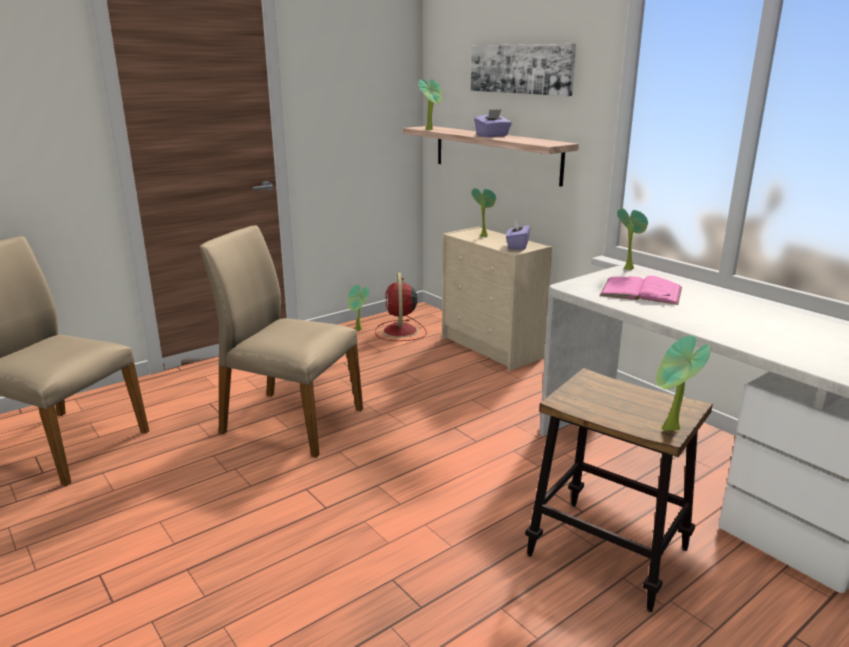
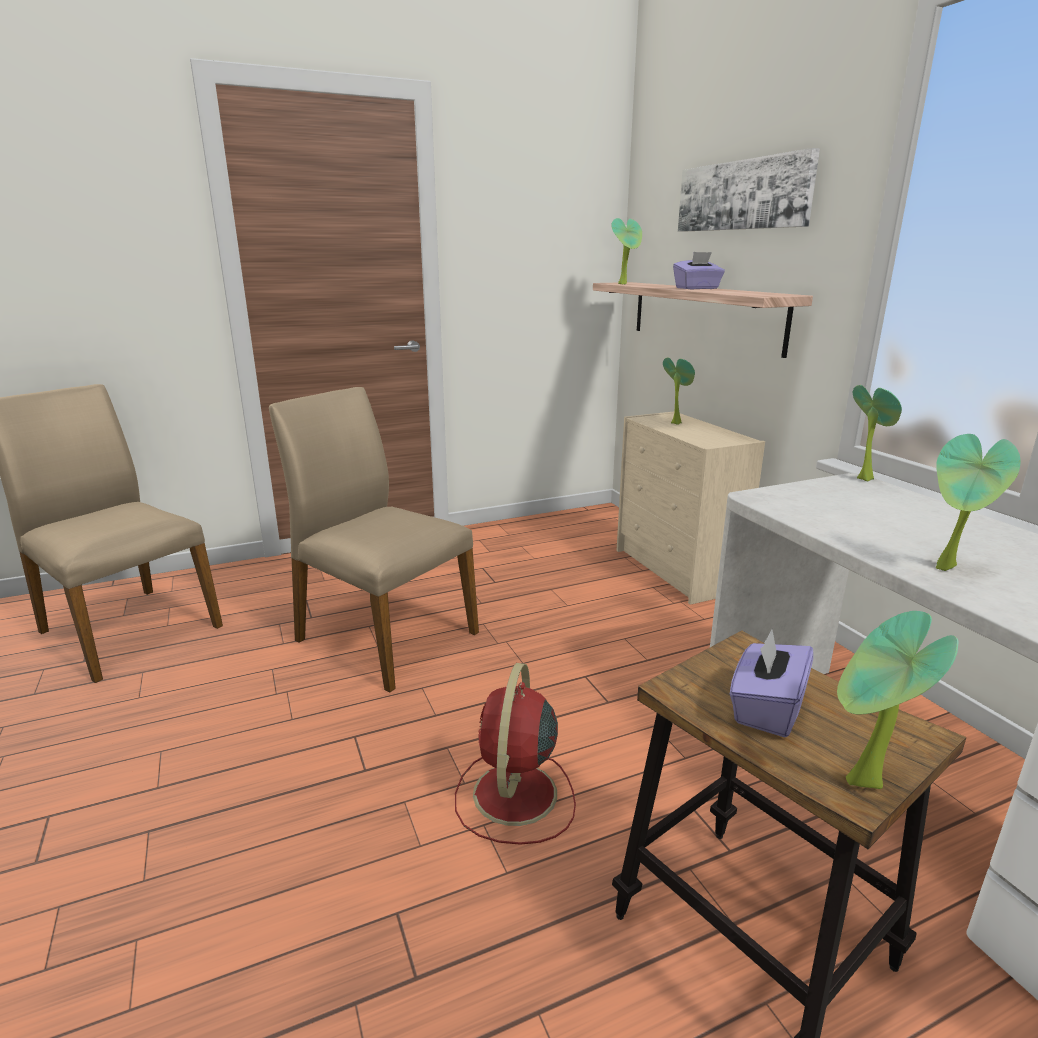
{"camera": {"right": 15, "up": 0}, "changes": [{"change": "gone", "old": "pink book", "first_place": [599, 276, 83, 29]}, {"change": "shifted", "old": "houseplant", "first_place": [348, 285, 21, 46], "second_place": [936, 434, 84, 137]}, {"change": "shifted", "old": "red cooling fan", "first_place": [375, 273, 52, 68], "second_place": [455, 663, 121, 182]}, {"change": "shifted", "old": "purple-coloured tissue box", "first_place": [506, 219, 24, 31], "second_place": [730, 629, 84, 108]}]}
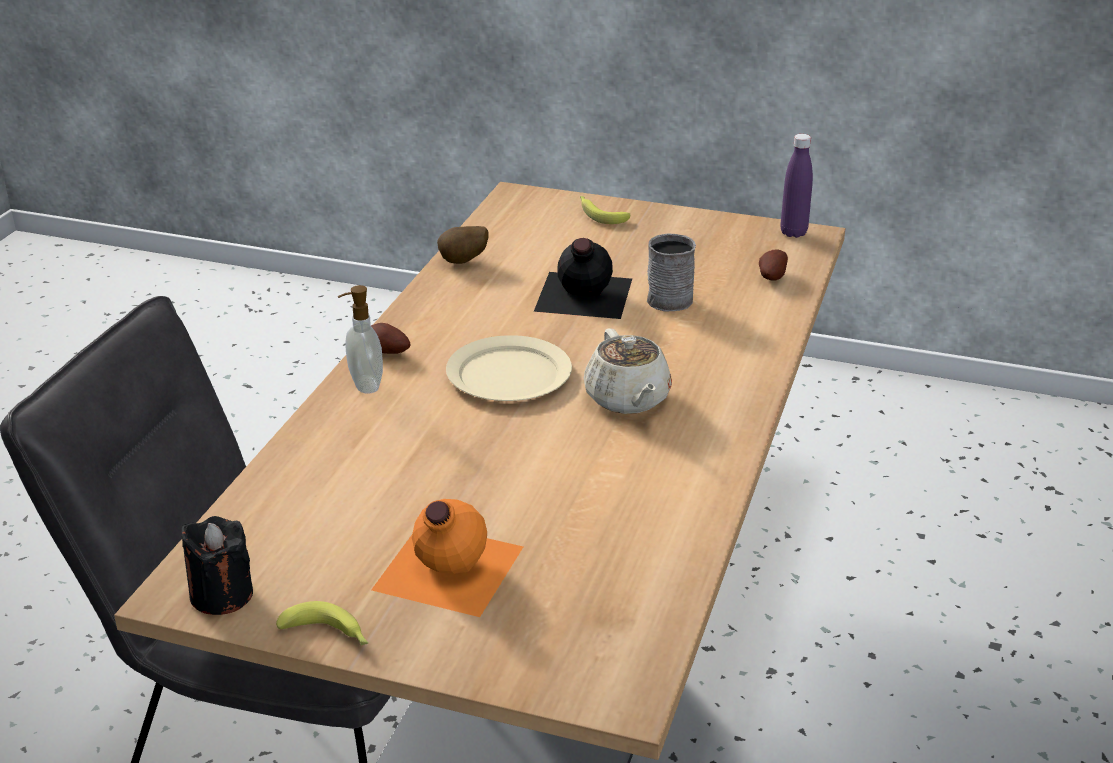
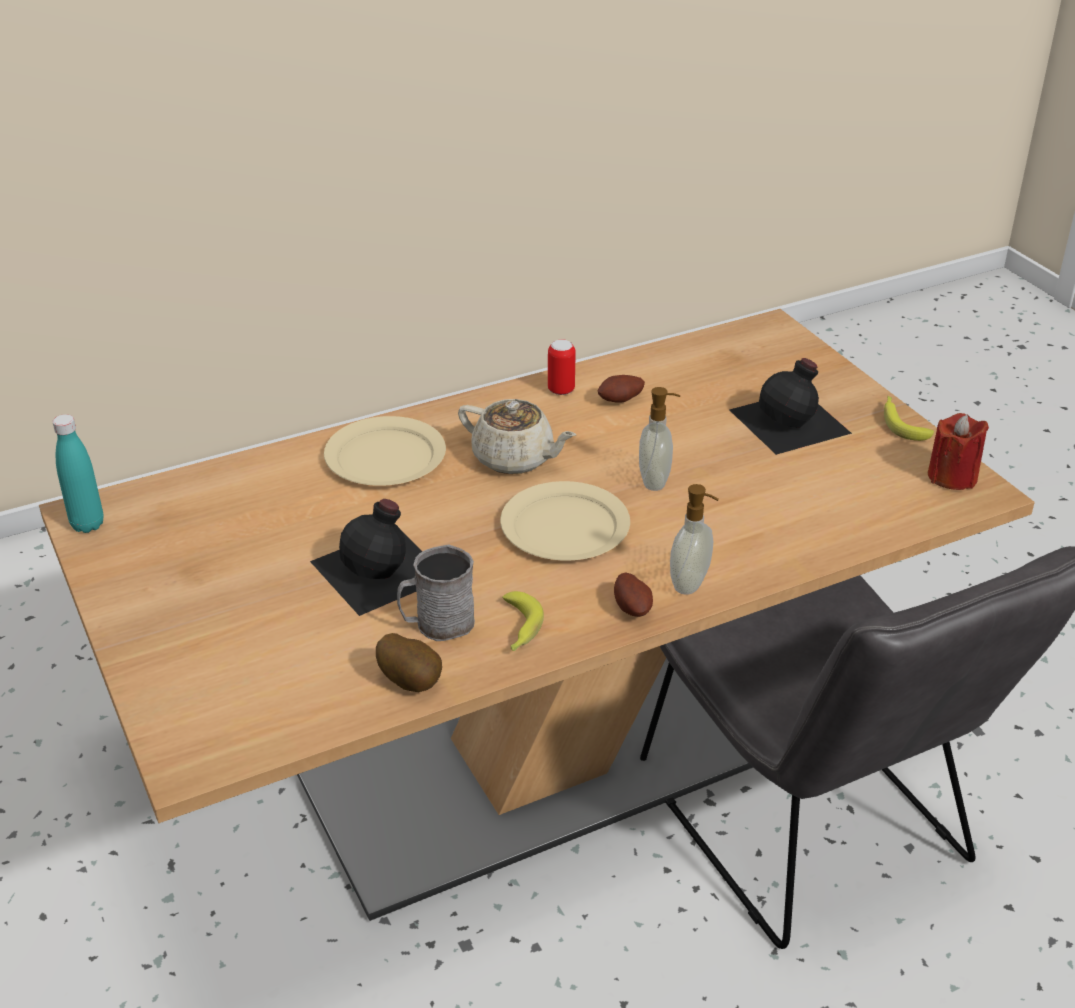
{"camera": {"right": -135, "up": 5}, "changes": [{"change": "new", "new": "sand-coloured plate", "second_place": [324, 416, 122, 70]}, {"change": "new", "new": "sealed can", "second_place": [548, 339, 28, 56]}, {"change": "new", "new": "soap bottle", "second_place": [639, 387, 41, 104]}, {"change": "shifted", "old": "whole banana", "first_place": [580, 196, 50, 28], "second_place": [502, 591, 42, 60]}, {"change": "shifted", "old": "gray mug", "first_place": [647, 234, 49, 78], "second_place": [397, 544, 78, 97]}, {"change": "shifted", "old": "spud", "first_place": [759, 250, 29, 31], "second_place": [598, 375, 47, 28]}, {"change": "repainted", "old": "blackish wax light", "new": "red wax light", "first_place": [181, 516, 72, 99], "second_place": [928, 413, 61, 77]}, {"change": "repainted", "old": "orange bottle", "new": "blackish bottle", "first_place": [371, 499, 152, 118], "second_place": [730, 358, 122, 97]}, {"change": "repainted", "old": "purple-coloured bottle", "new": "blue-green bottle", "first_place": [780, 134, 33, 104], "second_place": [52, 414, 51, 119]}, {"change": "rotated", "old": "sand-coloured teapot", "first_place": [584, 328, 88, 86], "second_place": [458, 399, 118, 75], "degrees": 90}]}
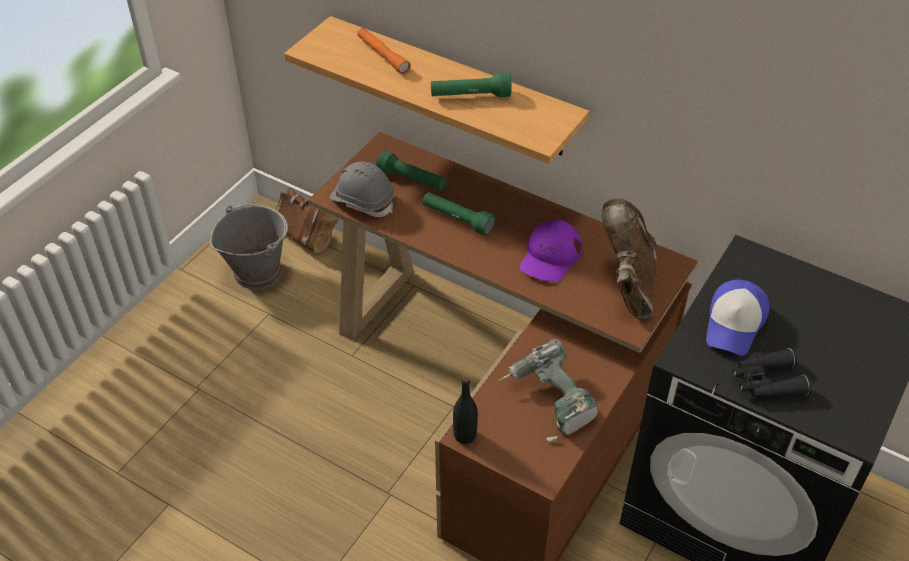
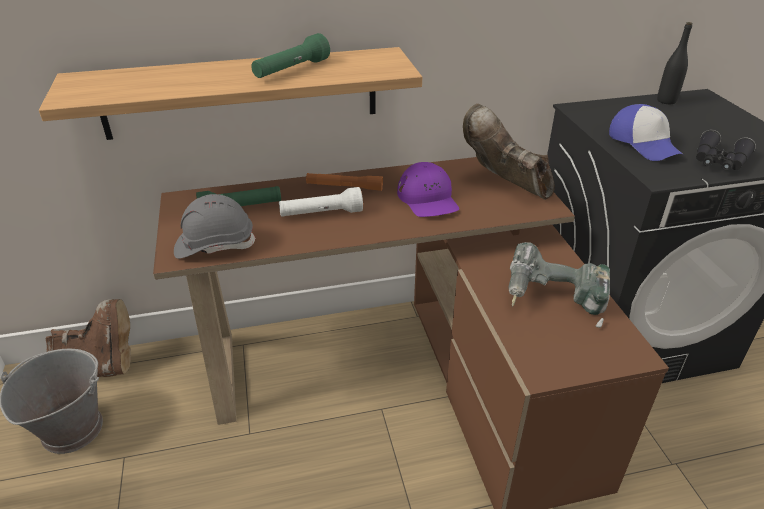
{"camera": {"right": -45, "up": -10}, "changes": [{"change": "shifted", "old": "orange flashlight", "first_place": [357, 28, 54, 46], "second_place": [306, 173, 77, 18]}, {"change": "shifted", "old": "blackish bottle", "first_place": [453, 377, 25, 67], "second_place": [657, 22, 35, 82]}, {"change": "repainted", "old": "greenish flashlight", "new": "white-coloured flashlight", "first_place": [423, 192, 72, 44], "second_place": [279, 187, 84, 30]}]}
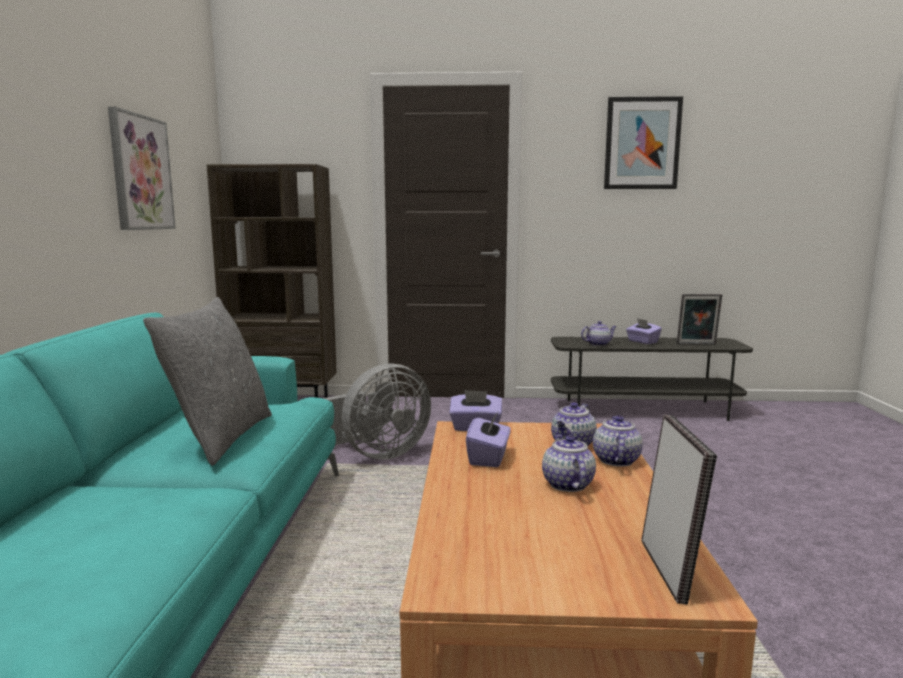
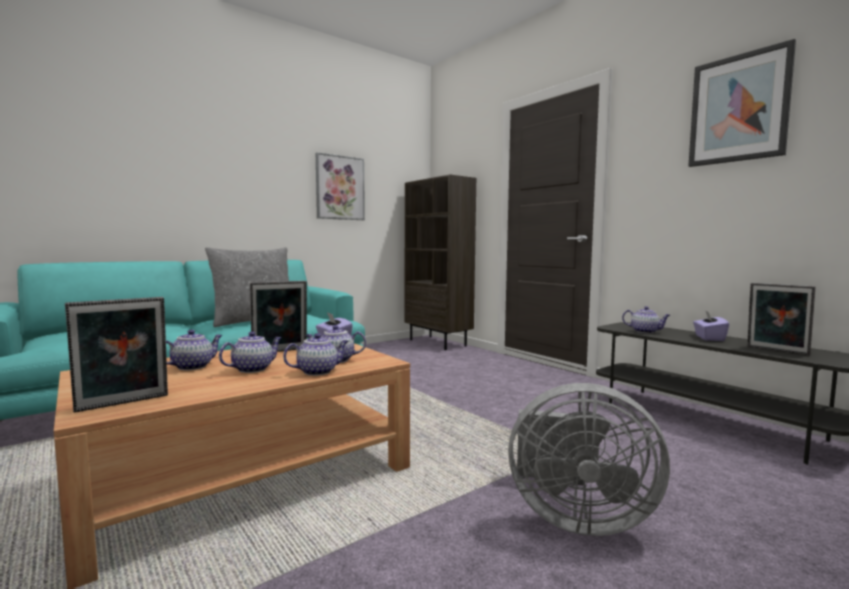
{"camera": {"right": 50, "up": -5}, "changes": [{"change": "new", "new": "teapot", "second_place": [166, 330, 57, 40]}, {"change": "shifted", "old": "gray cooling fan", "first_place": [322, 363, 109, 97], "second_place": [508, 383, 162, 153]}, {"change": "swapped", "old": "purple-coloured tissue box", "new": "picture frame", "first_place": [466, 412, 45, 55], "second_place": [250, 281, 57, 71]}]}
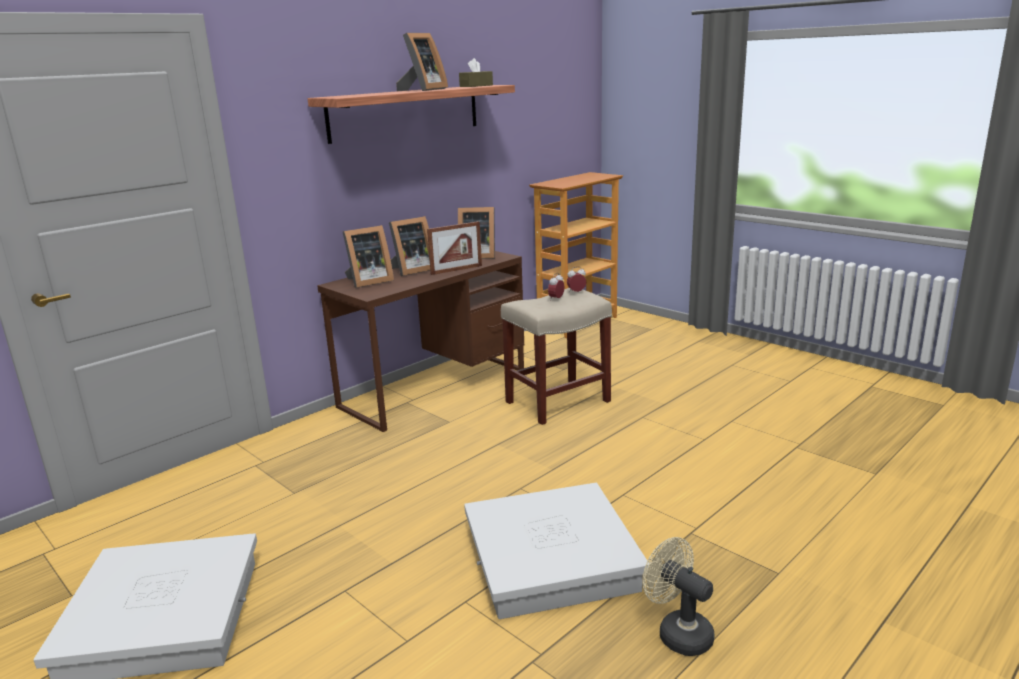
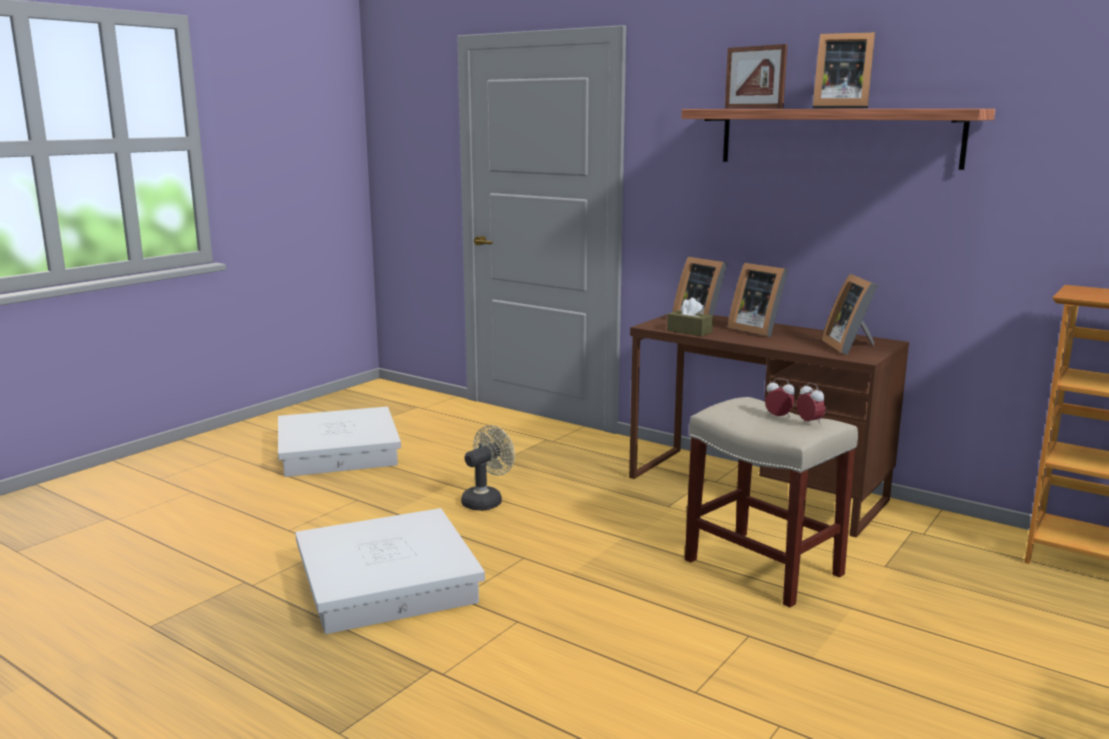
{"camera": {"right": 80, "up": -5}, "changes": [{"change": "shifted", "old": "picture frame", "first_place": [427, 221, 55, 54], "second_place": [725, 44, 62, 65]}, {"change": "shifted", "old": "brown tissue box", "first_place": [459, 58, 34, 29], "second_place": [667, 297, 46, 40]}, {"change": "shifted", "old": "sand-coloured cooling fan", "first_place": [643, 537, 71, 119], "second_place": [461, 425, 54, 86]}]}
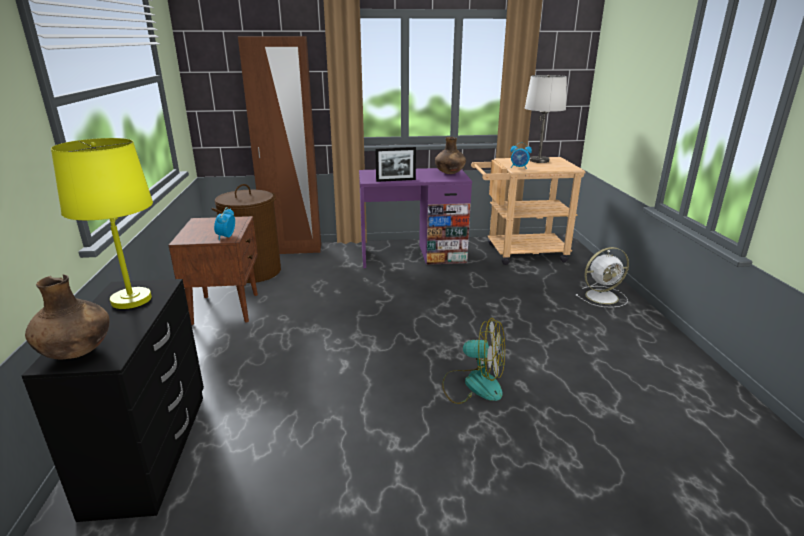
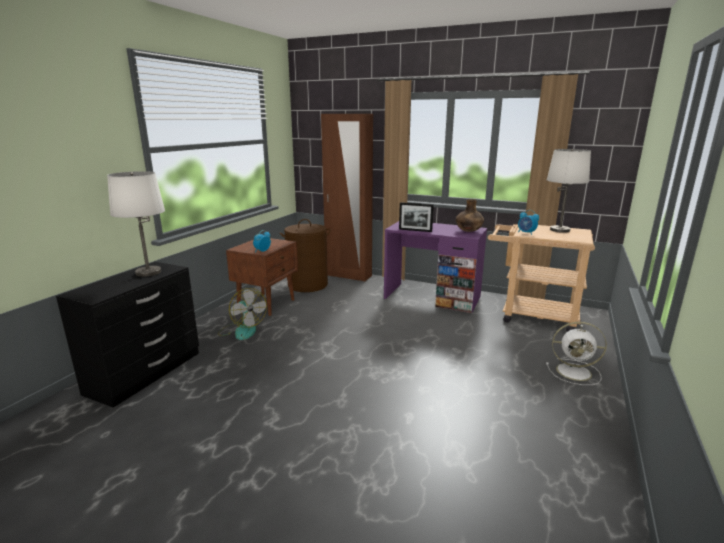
{"camera": {"right": 30, "up": -5}, "changes": [{"change": "gone", "old": "brown vase", "first_place": [25, 274, 85, 85]}, {"change": "shifted", "old": "cooling fan", "first_place": [442, 318, 63, 86], "second_place": [218, 288, 49, 52]}, {"change": "repainted", "old": "yellow lamp for a table", "new": "white-coloured lamp for a table", "first_place": [51, 138, 102, 171], "second_place": [107, 171, 58, 106]}]}
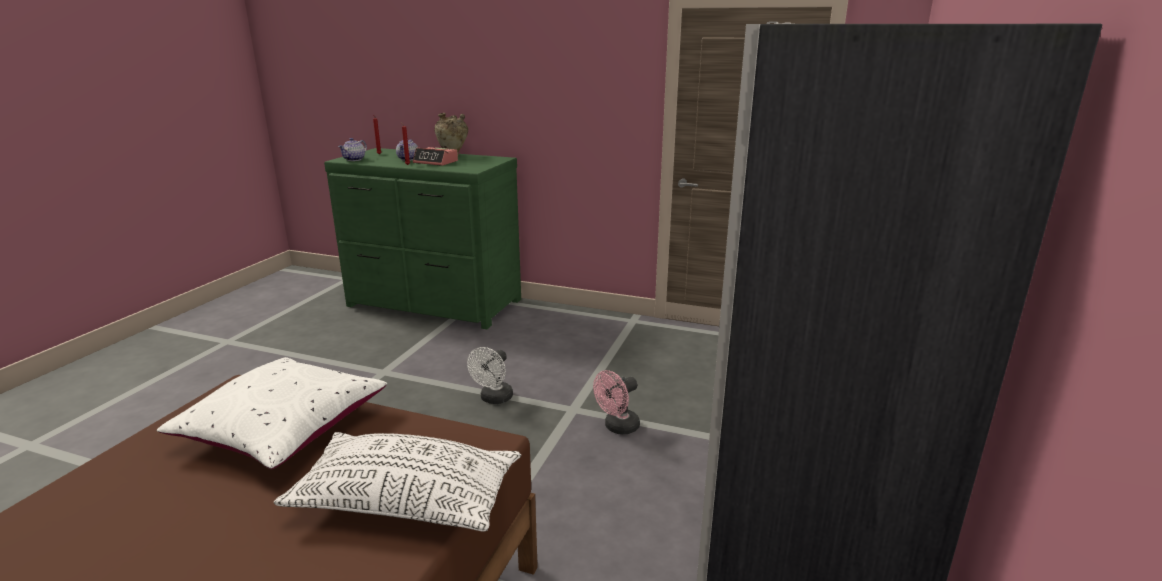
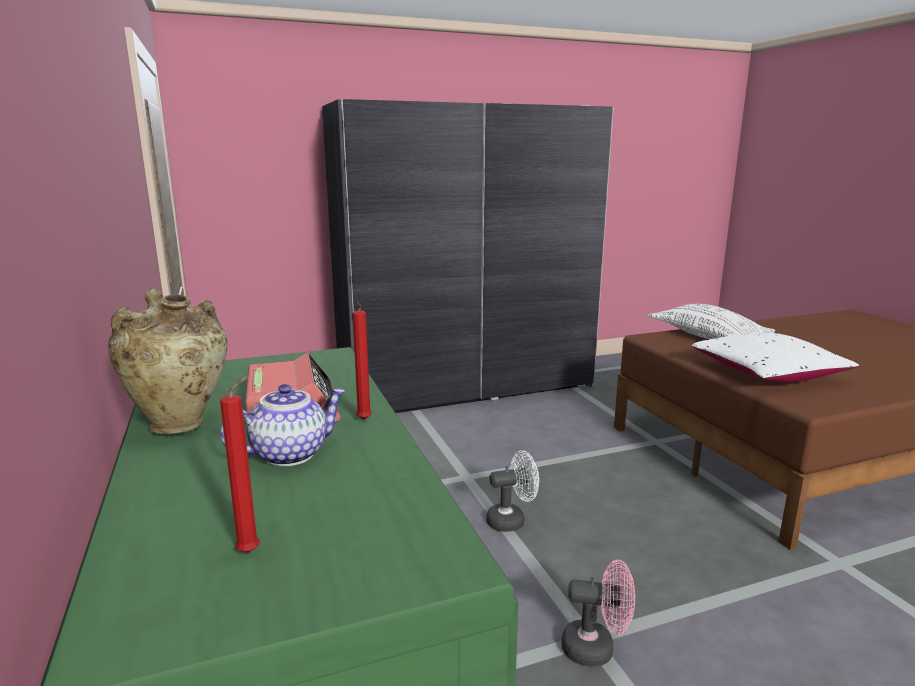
{"camera": {"right": -130, "up": -5}, "changes": [{"change": "gone", "old": "teapot", "first_place": [338, 138, 29, 23]}, {"change": "shifted", "old": "pink cooling fan", "first_place": [593, 370, 47, 64], "second_place": [562, 560, 73, 106]}]}
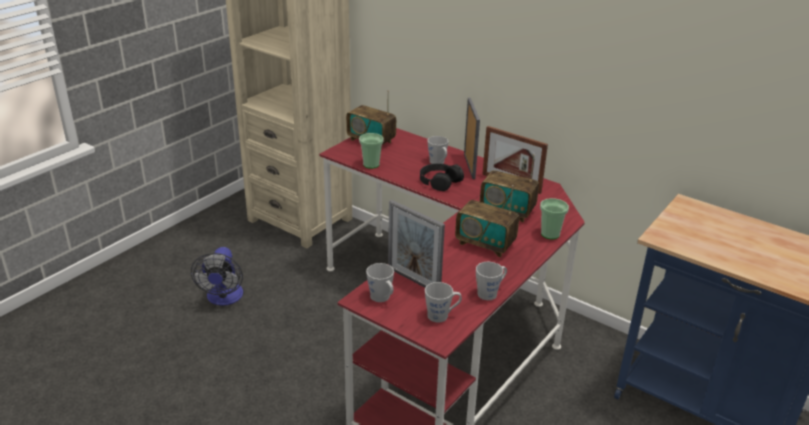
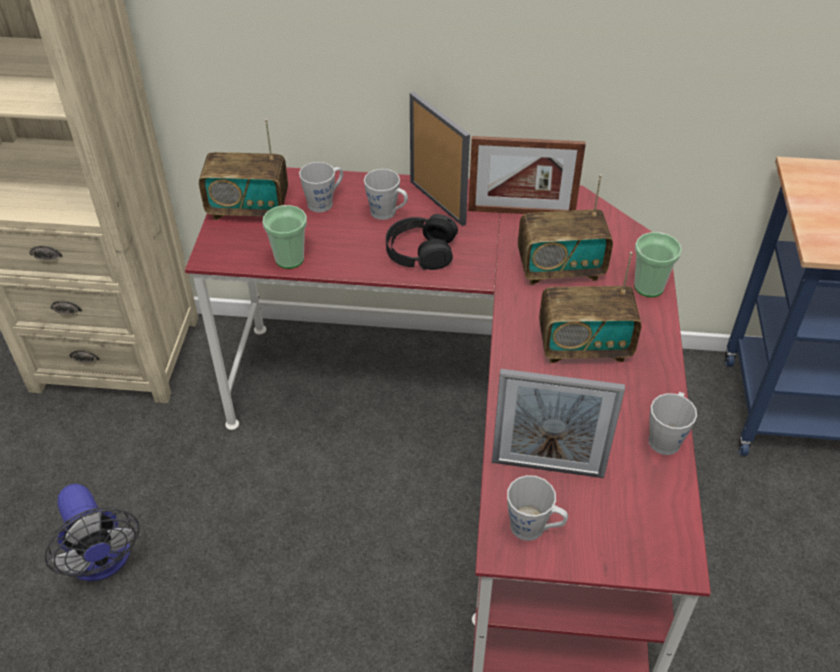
{"camera": {"right": -30, "up": 15}, "changes": [{"change": "shifted", "old": "gray mug", "first_place": [425, 282, 37, 40], "second_place": [299, 162, 44, 51]}]}
